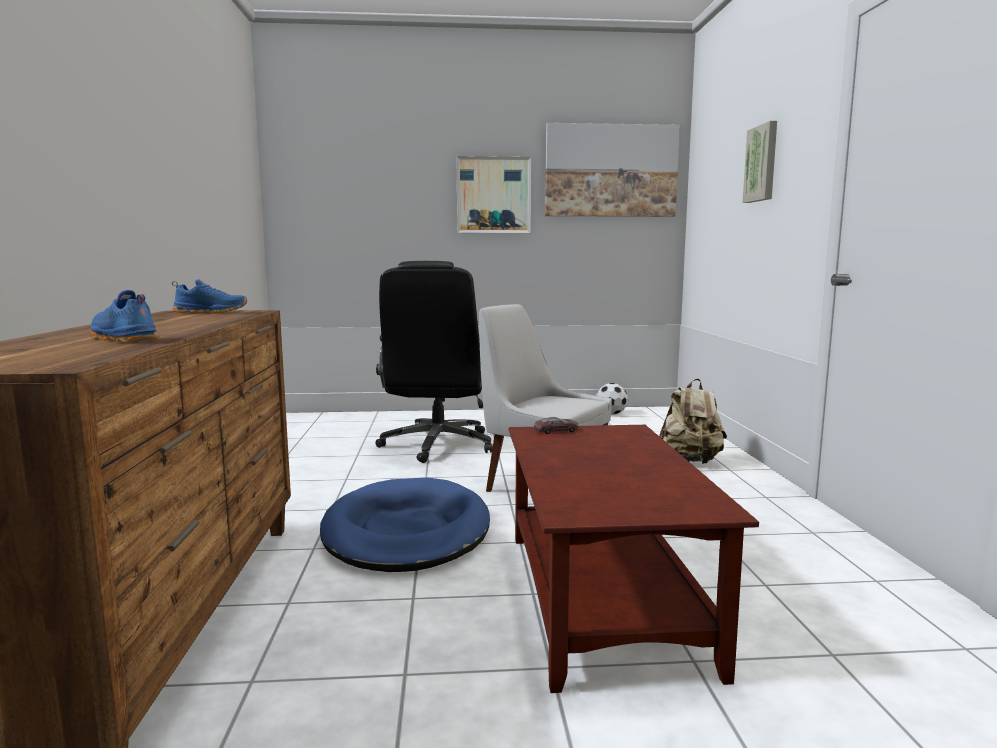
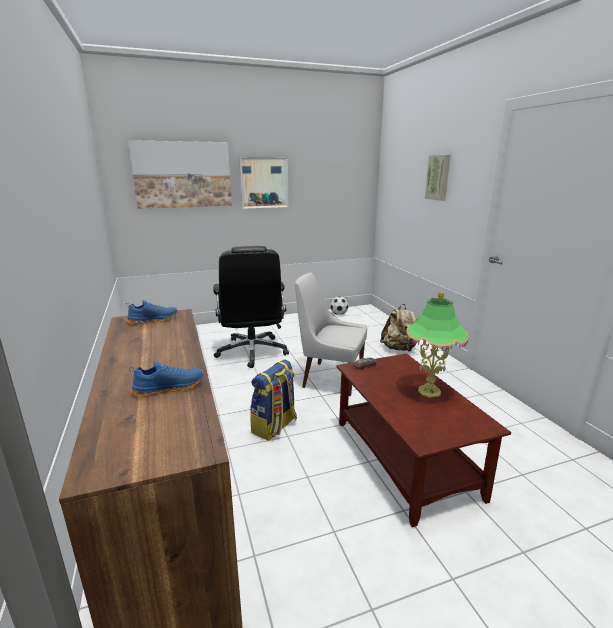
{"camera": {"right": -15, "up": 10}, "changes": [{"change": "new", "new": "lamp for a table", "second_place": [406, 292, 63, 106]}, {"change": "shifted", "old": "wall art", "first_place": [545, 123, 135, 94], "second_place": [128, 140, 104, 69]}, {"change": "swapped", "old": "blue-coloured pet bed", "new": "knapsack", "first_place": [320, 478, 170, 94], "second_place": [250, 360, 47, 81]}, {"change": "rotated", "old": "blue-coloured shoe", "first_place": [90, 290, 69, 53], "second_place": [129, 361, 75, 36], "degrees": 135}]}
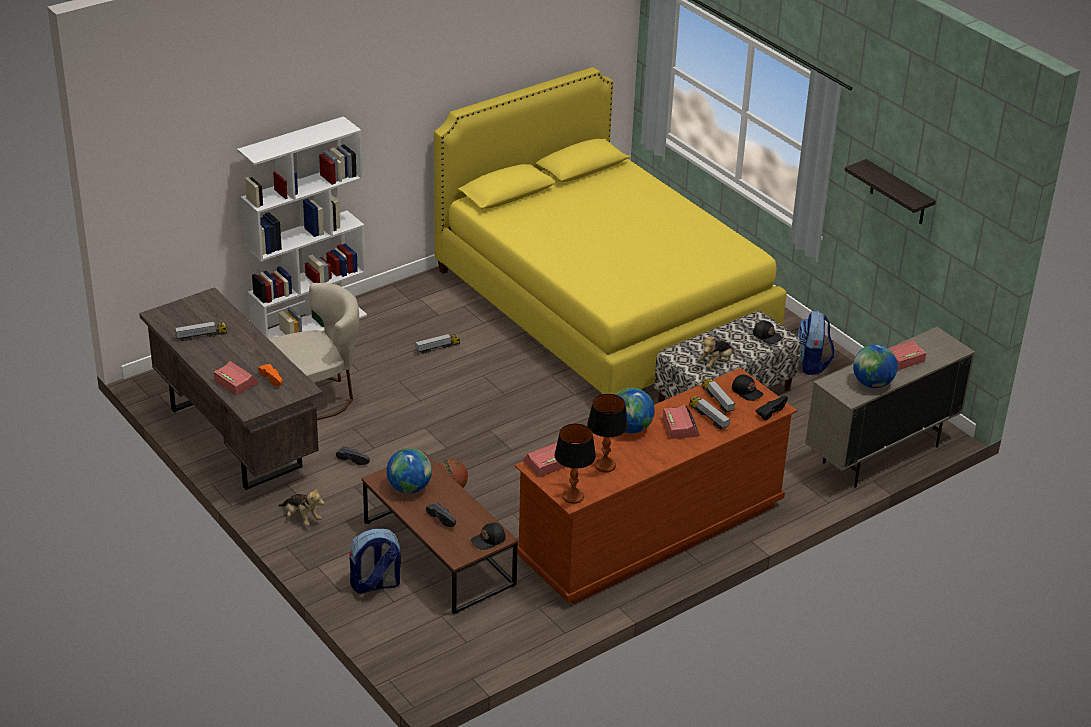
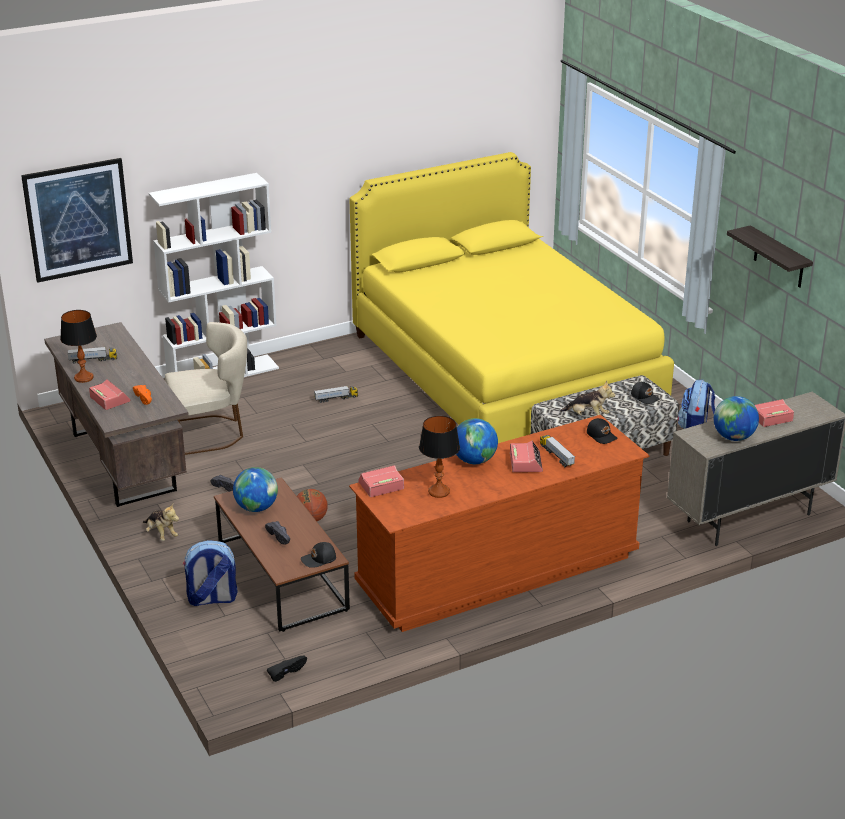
{"camera": {"right": 10, "up": -5}, "changes": [{"change": "gone", "old": "model truck", "first_place": [702, 378, 33, 35]}, {"change": "new", "new": "wall art", "second_place": [21, 158, 112, 125]}, {"change": "shifted", "old": "lamp for a table", "first_place": [554, 424, 42, 80], "second_place": [60, 310, 37, 73]}, {"change": "shifted", "old": "blackish shoe", "first_place": [756, 396, 32, 25], "second_place": [267, 655, 40, 27]}, {"change": "rotated", "old": "plush toy", "first_place": [697, 337, 37, 31], "second_place": [560, 380, 55, 35], "degrees": -120}]}
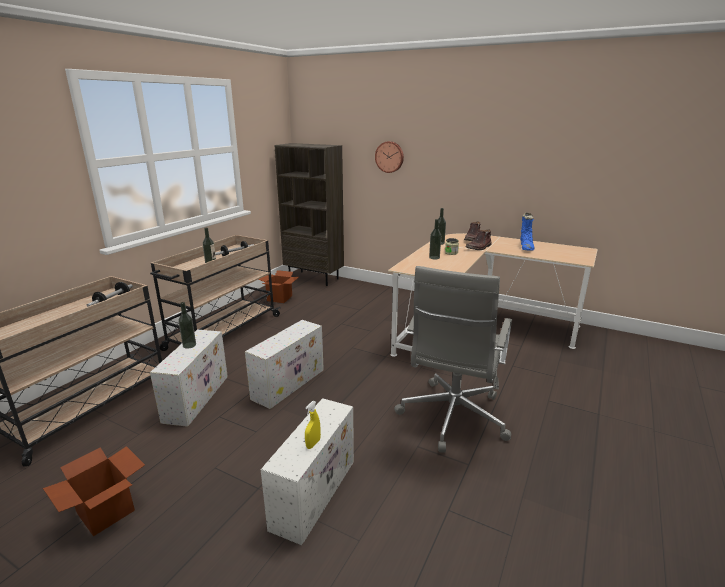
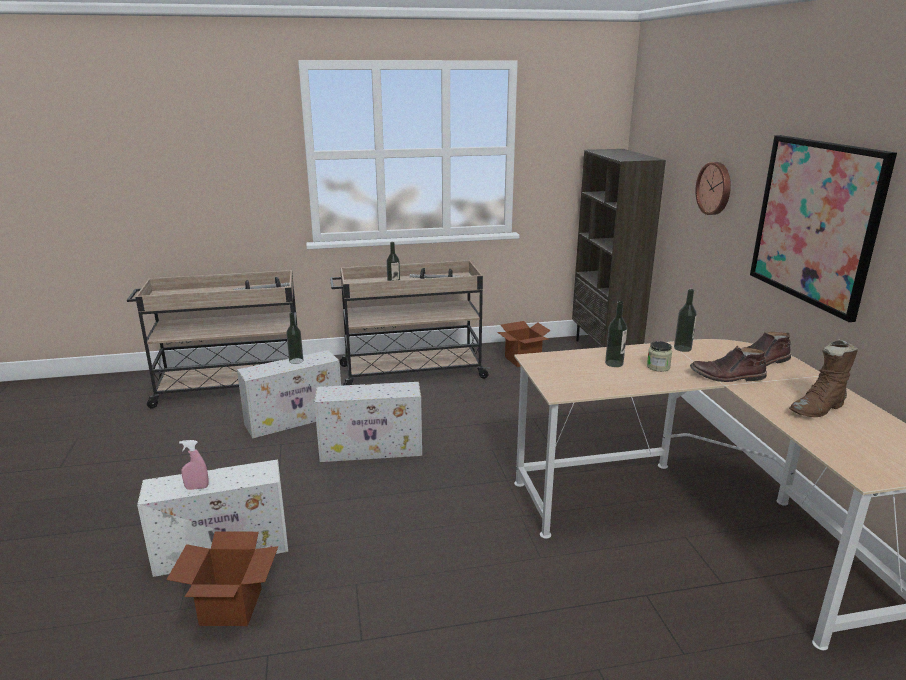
{"camera": {"right": 50, "up": 0}, "changes": [{"change": "gone", "old": "gray office chair", "first_place": [394, 266, 118, 187]}, {"change": "new", "new": "wall art", "second_place": [750, 135, 147, 187]}, {"change": "shifted", "old": "carton", "first_place": [43, 446, 102, 90], "second_place": [166, 531, 112, 95]}, {"change": "repainted", "old": "yellow spray bottle", "new": "pink spray bottle", "first_place": [305, 401, 16, 48], "second_place": [179, 440, 29, 50]}, {"change": "repainted", "old": "blue-coloured boot", "new": "brown boot", "first_place": [520, 213, 15, 38], "second_place": [789, 339, 69, 78]}]}
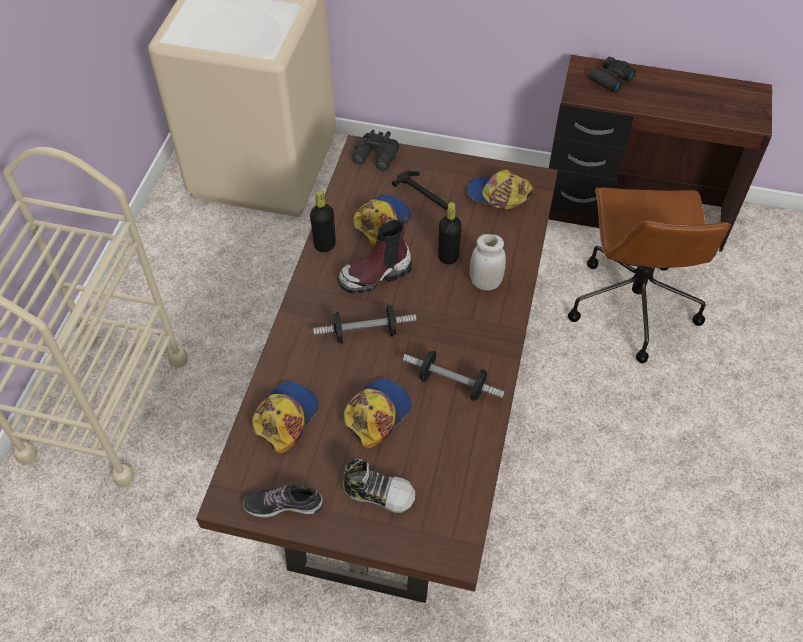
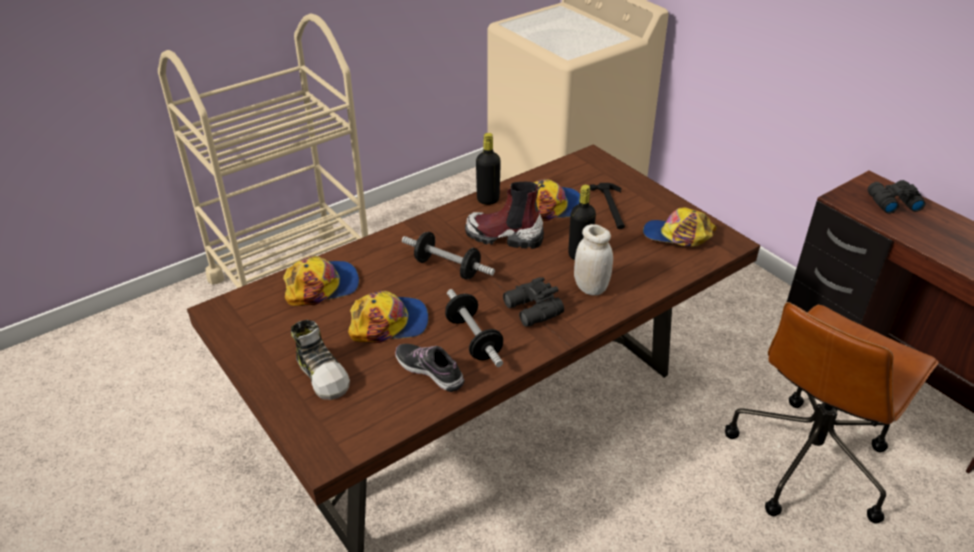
{"camera": {"right": 40, "up": -15}, "changes": [{"change": "shifted", "old": "shoe", "first_place": [243, 484, 81, 33], "second_place": [395, 344, 69, 48]}, {"change": "shifted", "old": "blackish pair of binoculars", "first_place": [352, 130, 47, 41], "second_place": [503, 277, 61, 50]}, {"change": "rotated", "old": "baseball cap", "first_place": [466, 170, 68, 39], "second_place": [643, 208, 74, 39], "degrees": -45}]}
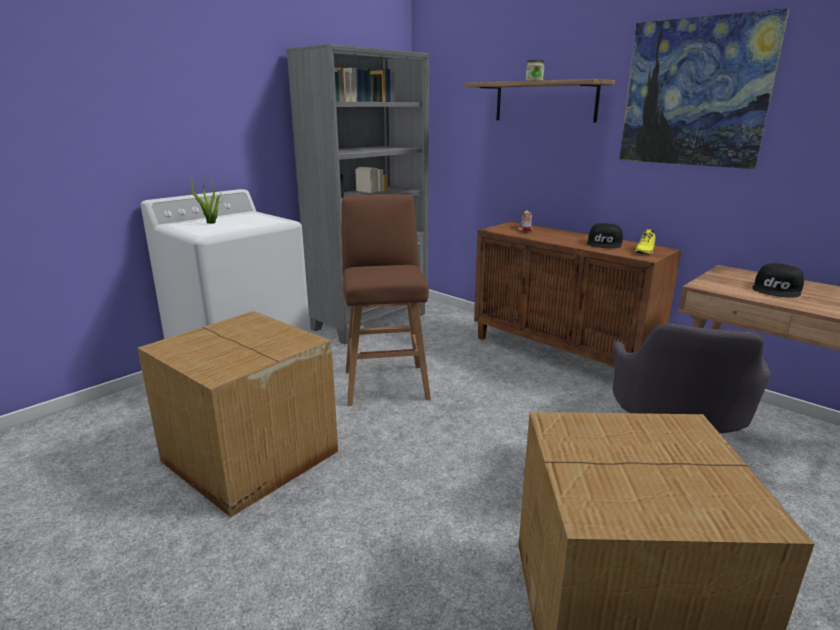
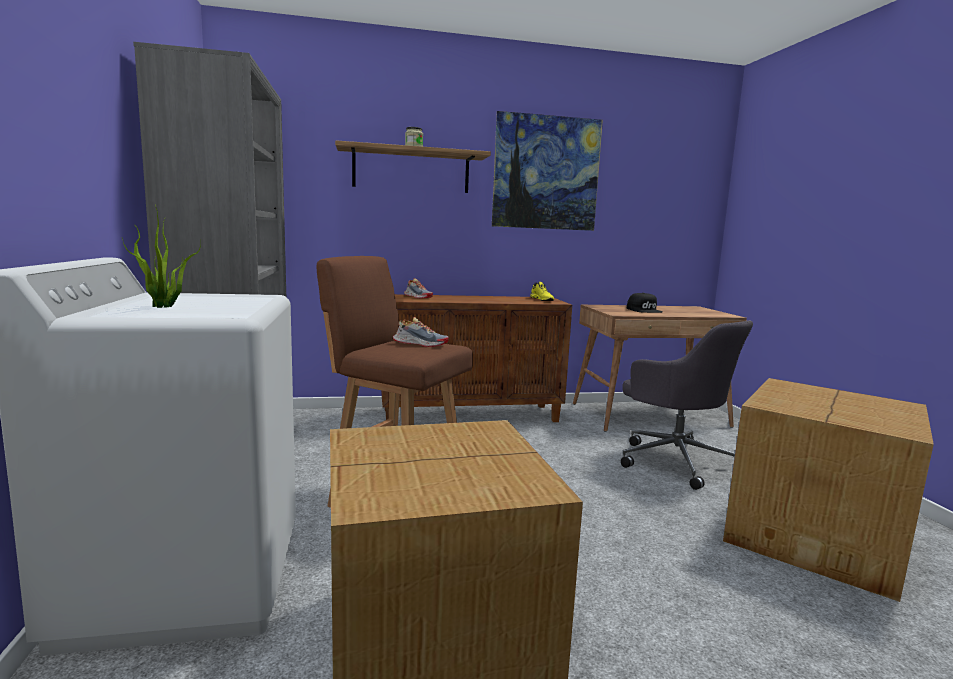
{"camera": {"right": -55, "up": -10}, "changes": [{"change": "gone", "old": "blackish baseball cap", "first_place": [587, 223, 36, 25]}, {"change": "new", "new": "shoe", "second_place": [393, 317, 56, 30]}]}
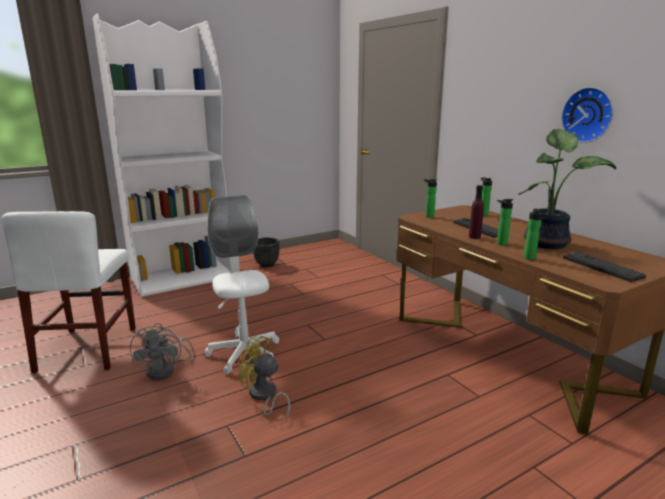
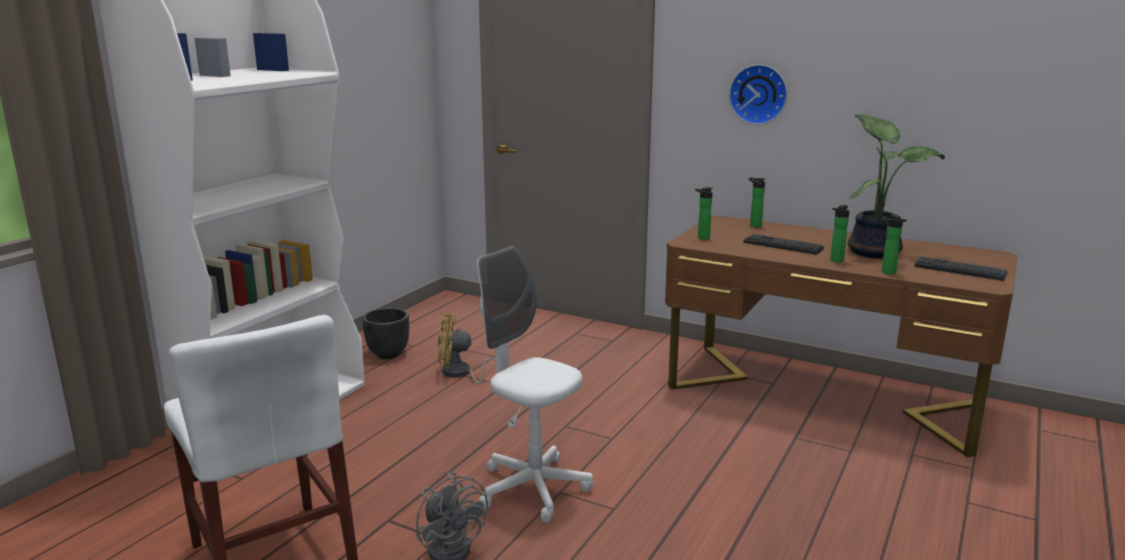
{"camera": {"right": -30, "up": 0}, "changes": [{"change": "gone", "old": "purple-coloured bottle", "first_place": [469, 185, 15, 54]}, {"change": "shifted", "old": "yellow cooling fan", "first_place": [238, 336, 52, 84], "second_place": [438, 314, 58, 70]}, {"change": "shifted", "old": "wall clock", "first_place": [561, 87, 52, 56], "second_place": [729, 64, 58, 61]}]}
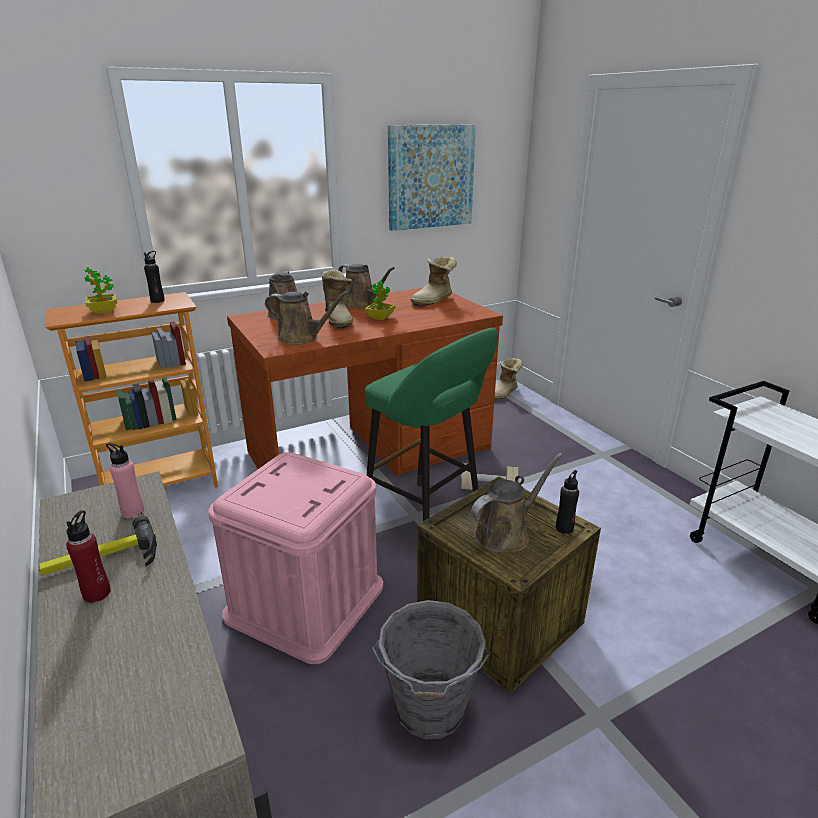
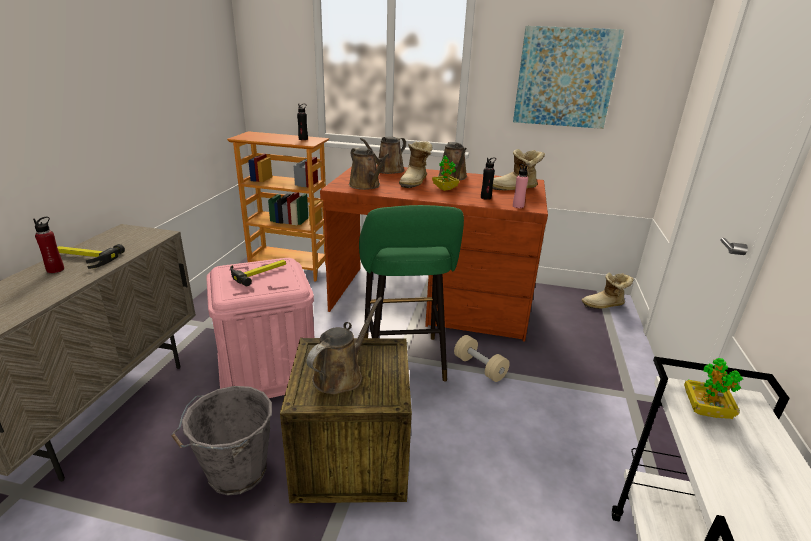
{"camera": {"right": 40, "up": 0}, "changes": [{"change": "new", "new": "hammer", "second_place": [230, 260, 56, 26]}, {"change": "shifted", "old": "houseplant", "first_place": [84, 267, 33, 47], "second_place": [684, 358, 59, 61]}, {"change": "shifted", "old": "pink bottle", "first_place": [106, 443, 38, 75], "second_place": [513, 164, 15, 44]}, {"change": "shifted", "old": "blackish bottle", "first_place": [556, 470, 23, 64], "second_place": [481, 157, 15, 43]}, {"change": "rotated", "old": "brown watering pot", "first_place": [471, 453, 92, 100], "second_place": [306, 297, 76, 97], "degrees": -60}]}
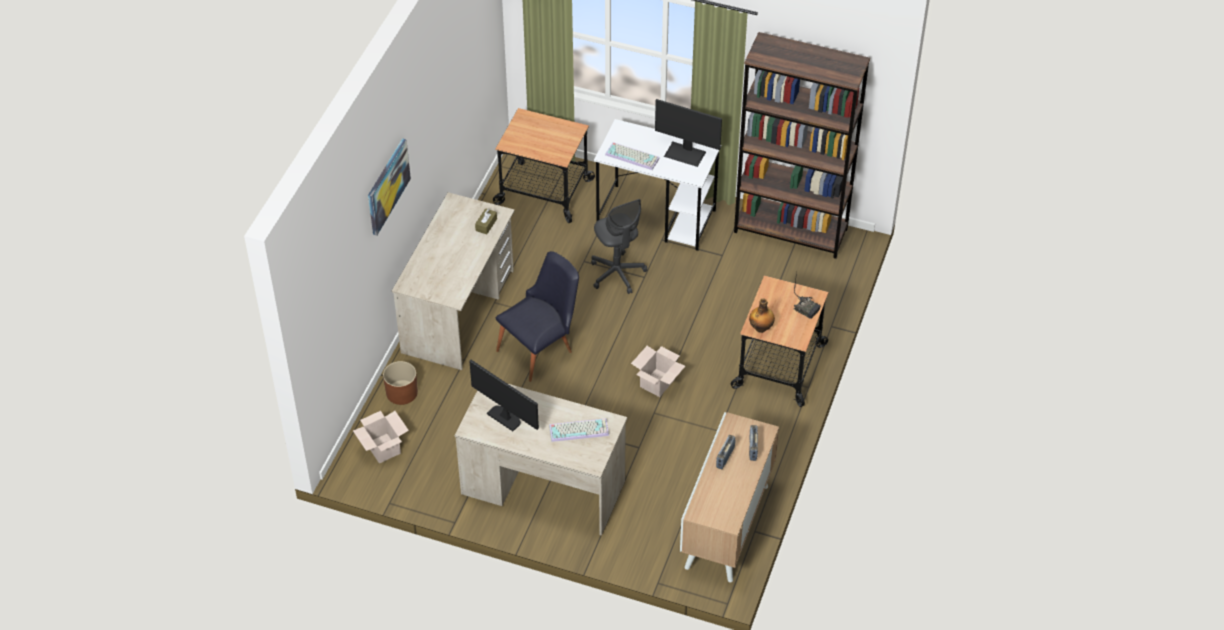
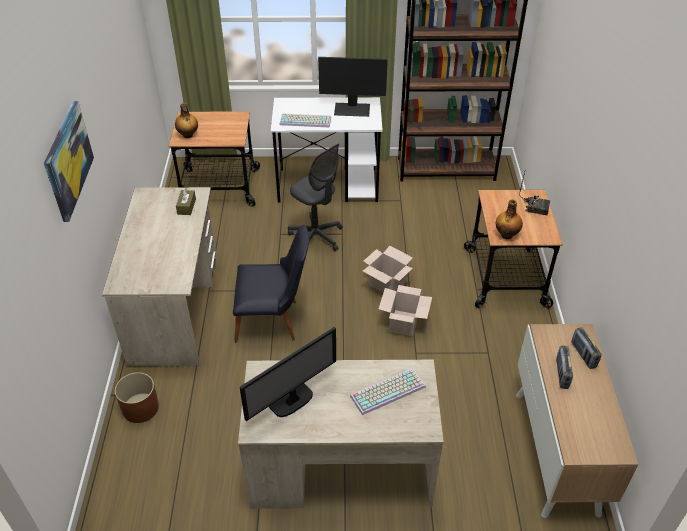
{"camera": {"right": -20, "up": -5}, "changes": [{"change": "new", "new": "bottle", "second_place": [175, 103, 23, 35]}, {"change": "shifted", "old": "carton", "first_place": [353, 411, 56, 53], "second_place": [363, 246, 50, 47]}, {"change": "rotated", "old": "computer screen", "first_place": [469, 360, 70, 71], "second_place": [240, 327, 96, 94], "degrees": 120}, {"change": "rotated", "old": "blackish chair", "first_place": [496, 251, 83, 131], "second_place": [233, 225, 77, 118], "degrees": 60}]}
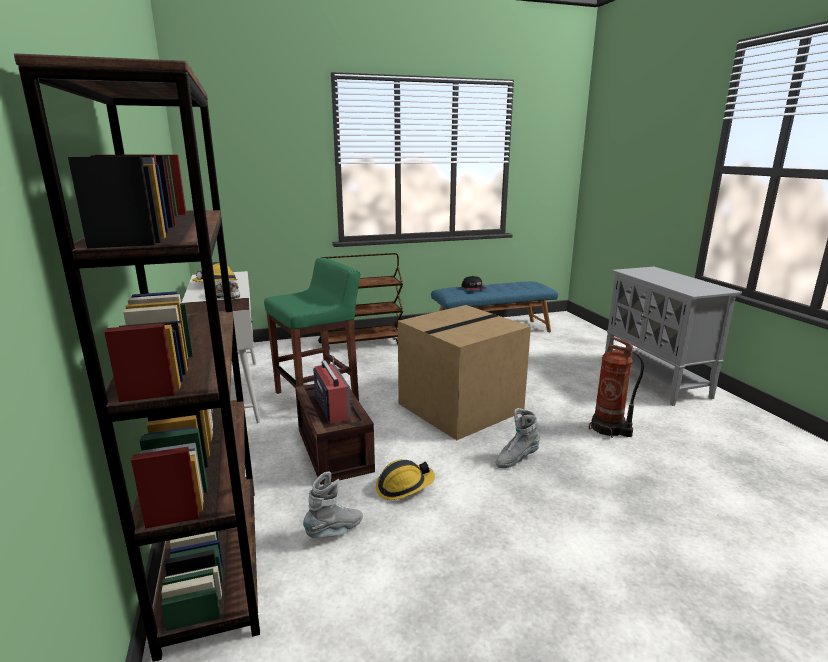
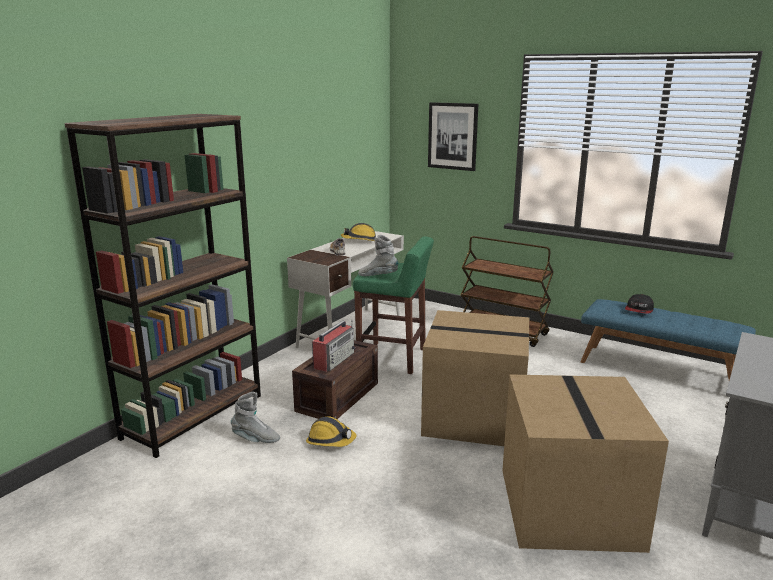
{"camera": {"right": 50, "up": 0}, "changes": [{"change": "new", "new": "wall art", "second_place": [428, 102, 50, 69]}, {"change": "shifted", "old": "gray boot", "first_place": [495, 408, 46, 60], "second_place": [358, 235, 41, 41]}, {"change": "swapped", "old": "extinguisher", "new": "carton", "first_place": [589, 337, 55, 101], "second_place": [502, 374, 167, 179]}]}
